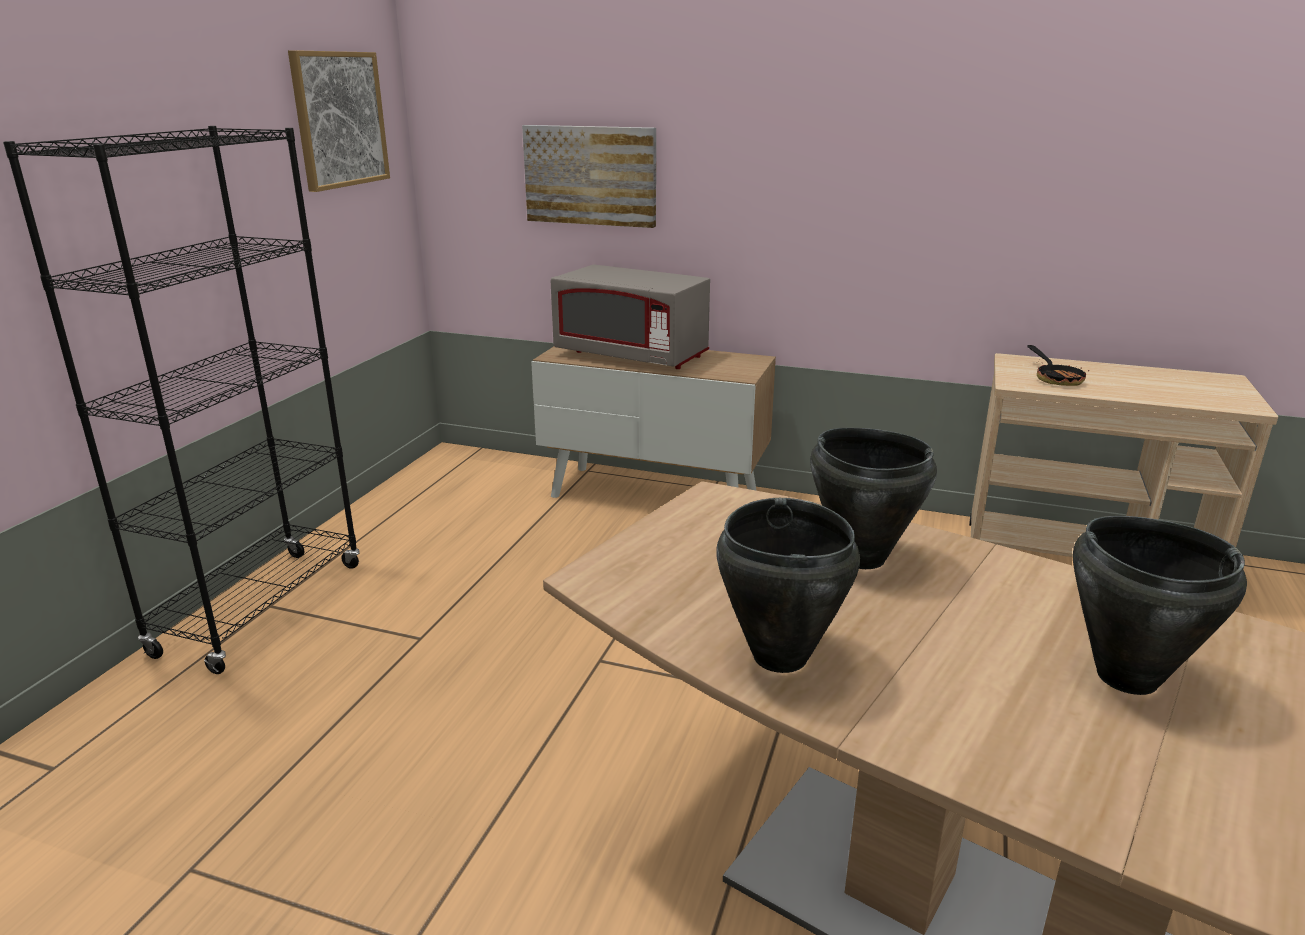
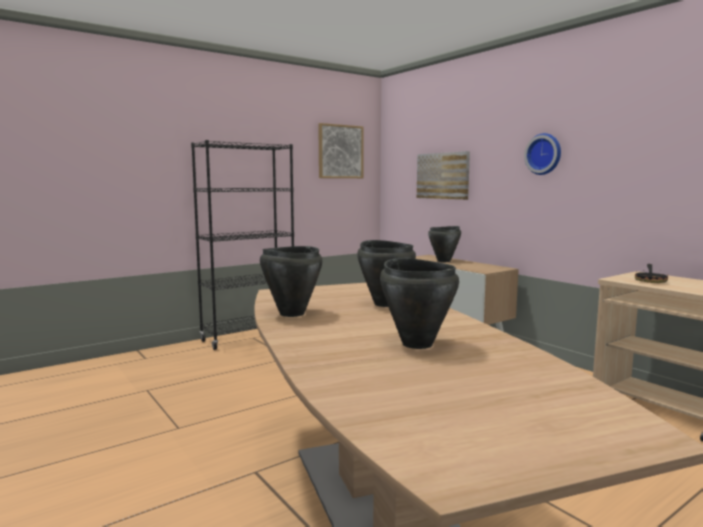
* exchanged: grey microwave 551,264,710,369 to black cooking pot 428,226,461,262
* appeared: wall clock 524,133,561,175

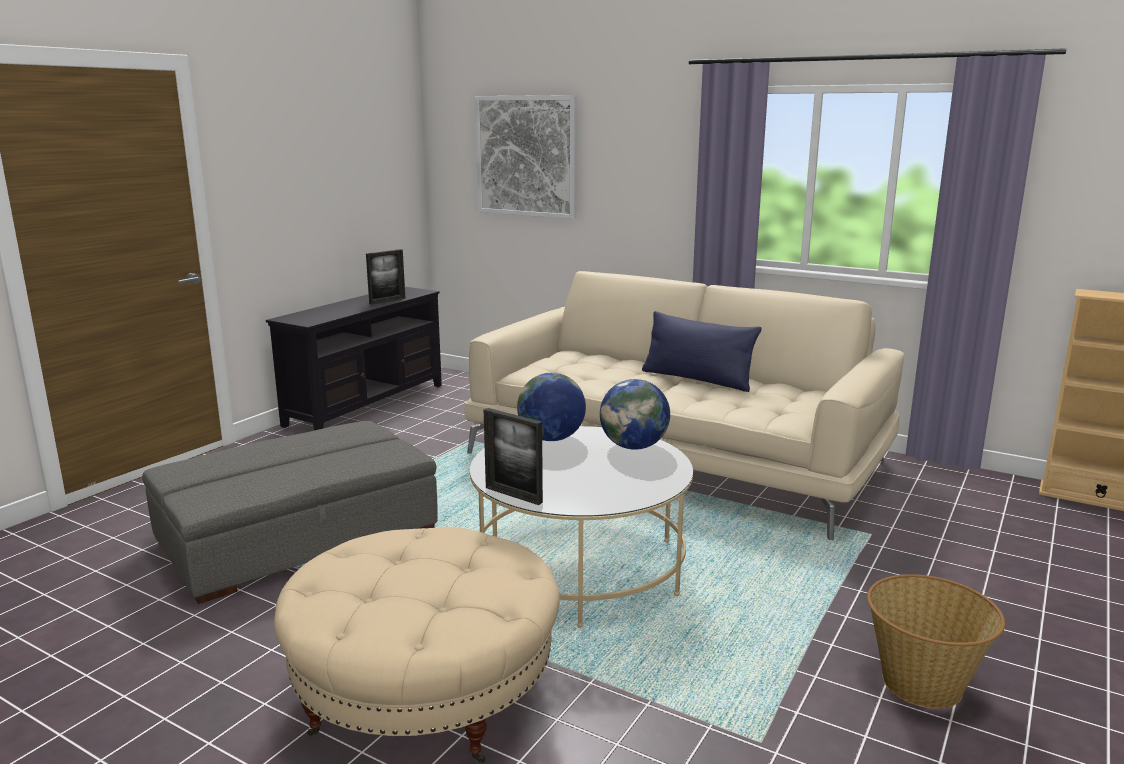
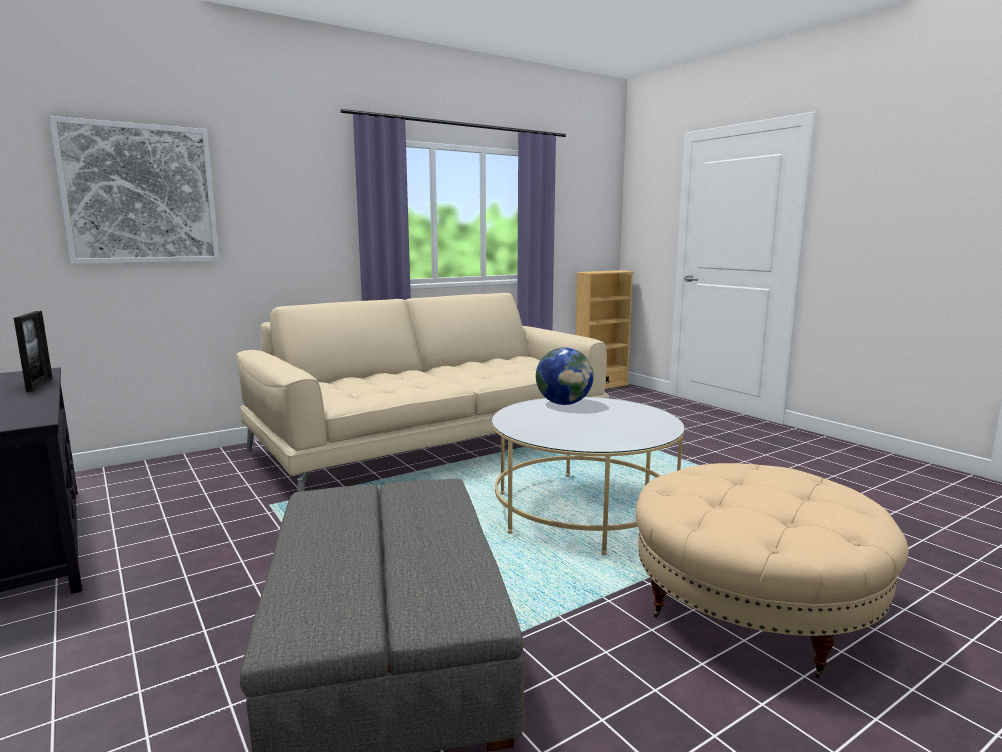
* missing: blue pillow 642,311,761,392
* missing: globe 517,373,586,441
* missing: picture frame 484,408,543,505
* missing: basket 867,574,1005,709

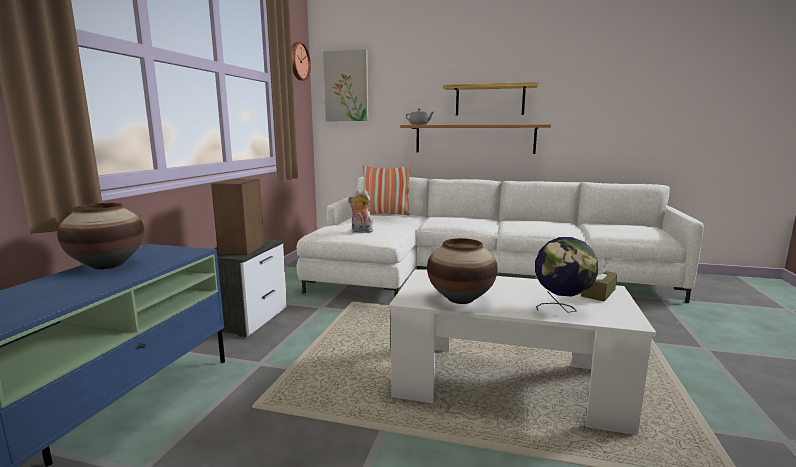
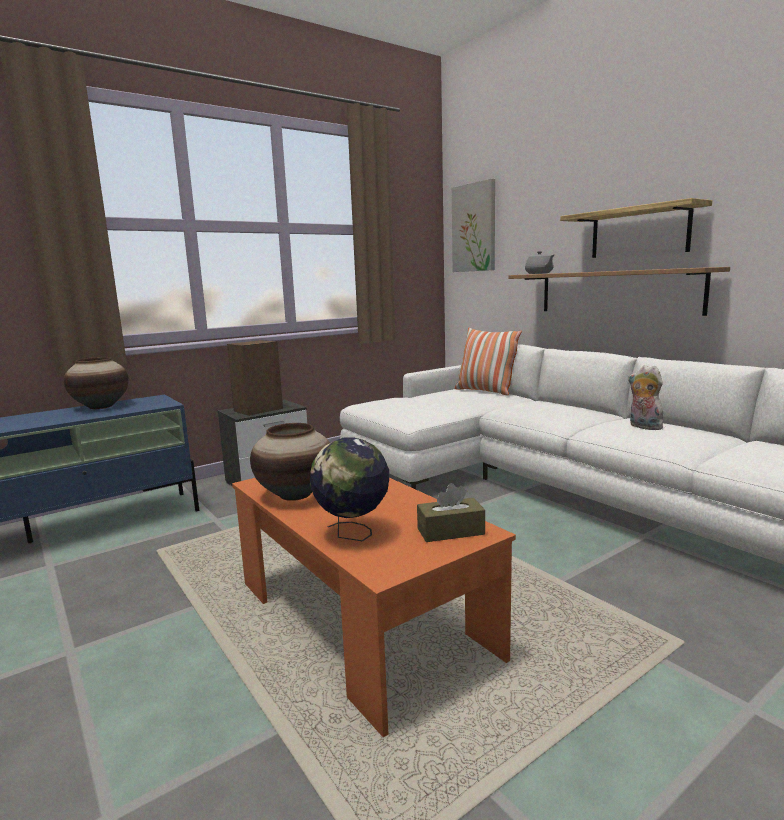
* missing: wall clock 292,42,311,81
* relocated: plush toy 348,190,373,233 to 628,365,667,430
* colour: white coffee table 389,269,656,435 to orange coffee table 232,478,516,737

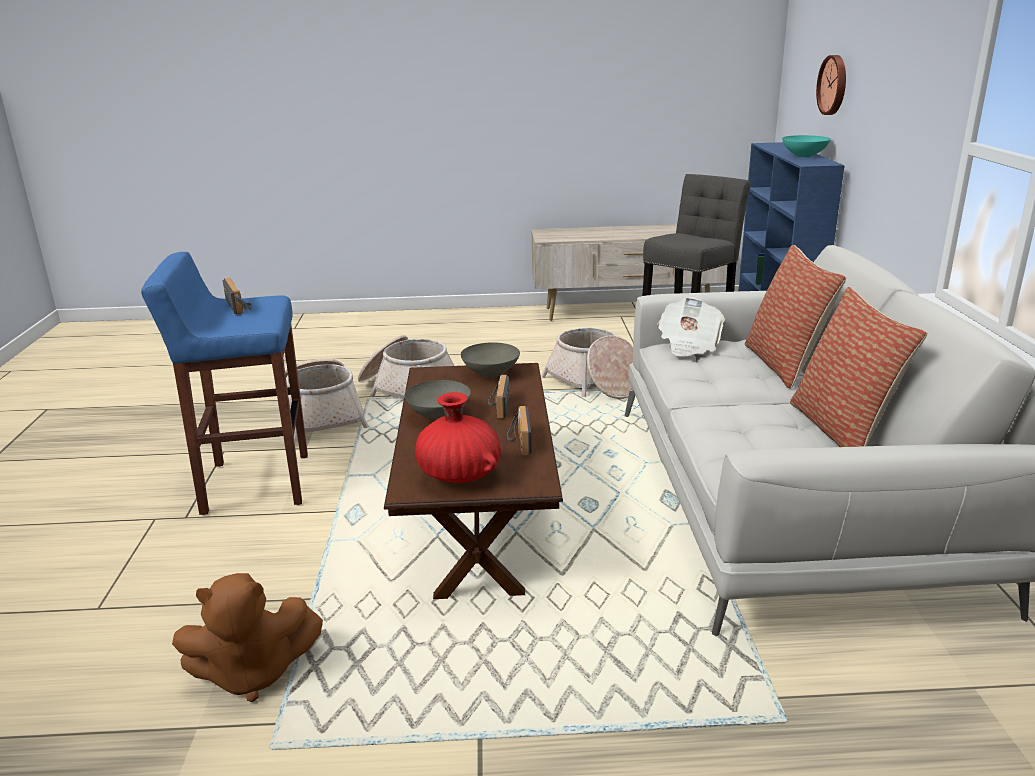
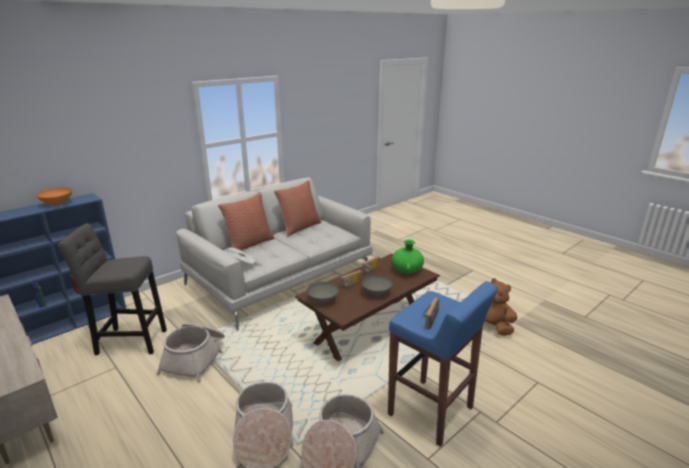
* missing: wall clock 816,55,846,115
* colour: turquoise bowl 782,135,831,158 to orange bowl 36,188,72,205
* colour: red vase 415,392,501,483 to green vase 392,239,424,274

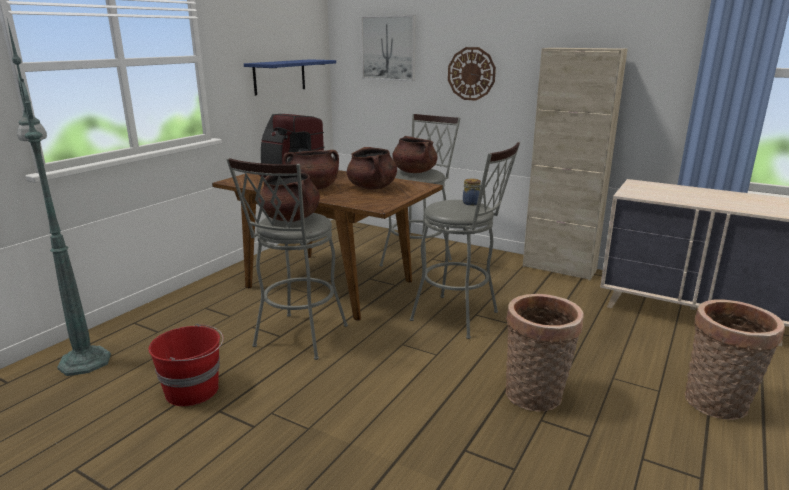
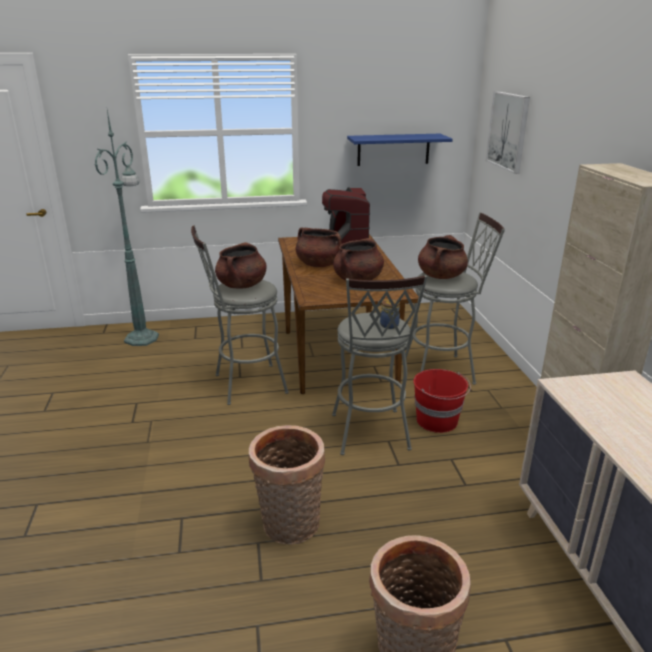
* missing: wall clock 448,47,496,101
* relocated: red bucket 149,324,224,406 to 413,369,471,433

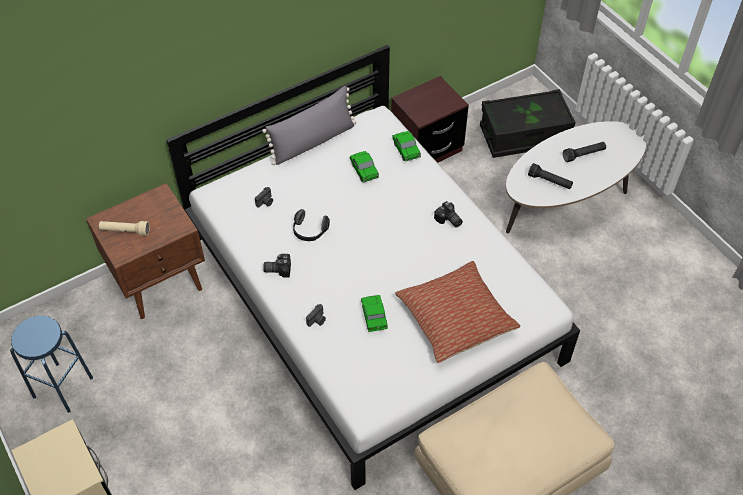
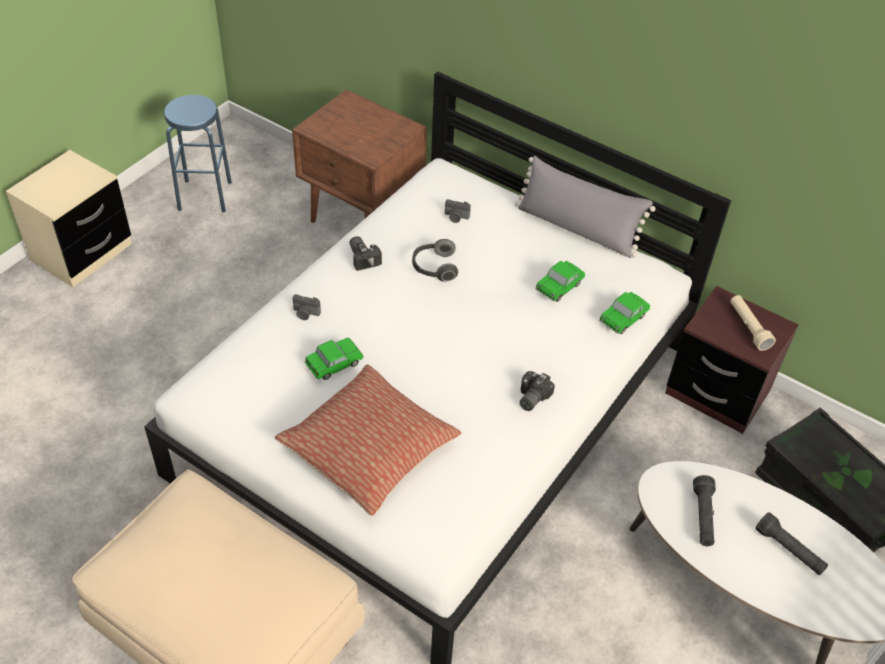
* relocated: beige flashlight 99,221,150,236 to 730,295,776,351

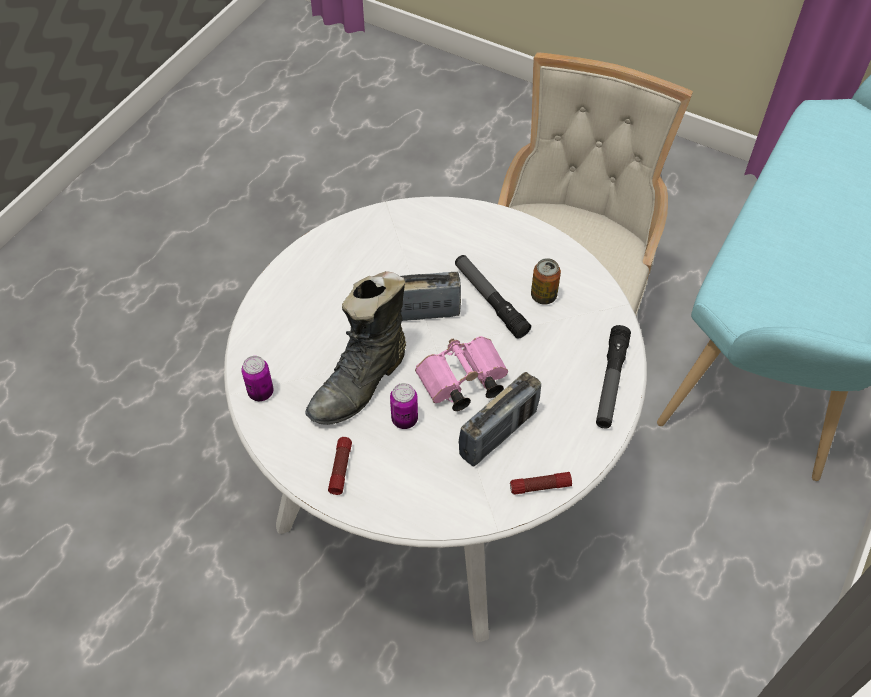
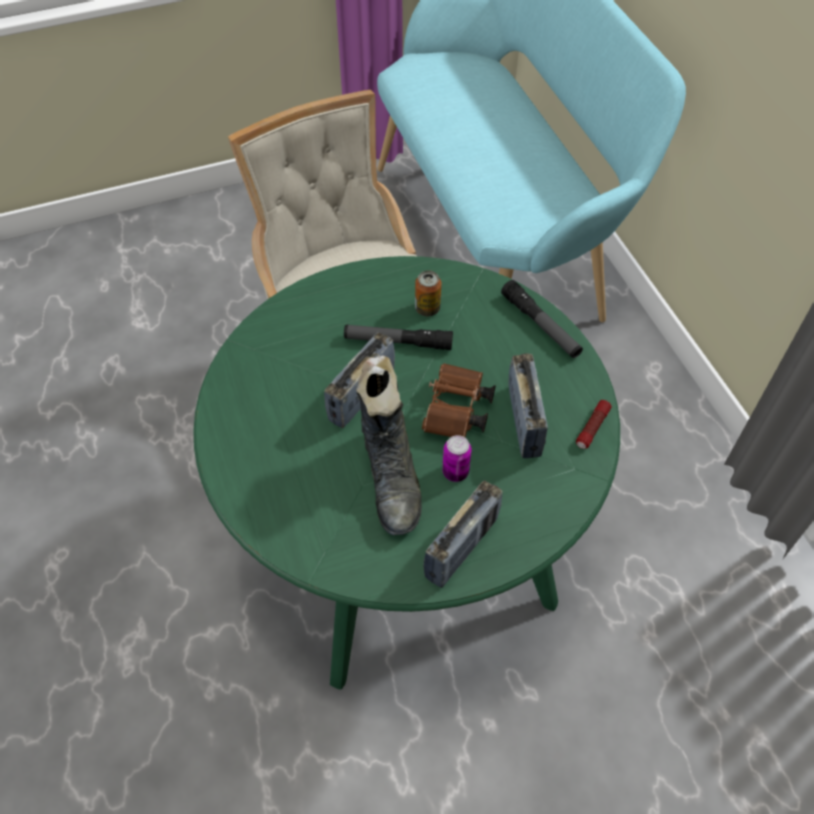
* colour: white dining table 224,197,647,642 to green dining table 193,256,620,690
* colour: pink binoculars 415,336,508,411 to brown binoculars 422,363,496,437
* missing: can 241,356,274,401
* exchanged: flashlight 328,437,352,495 to radio 423,481,502,588

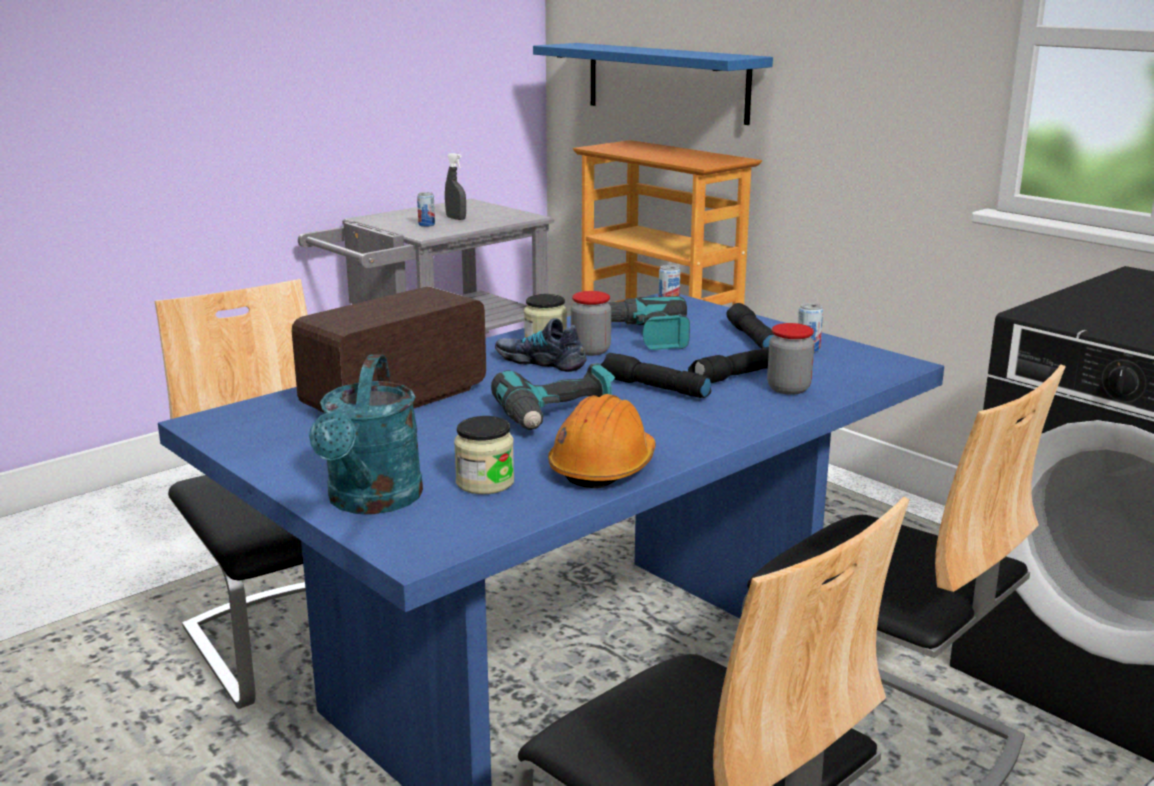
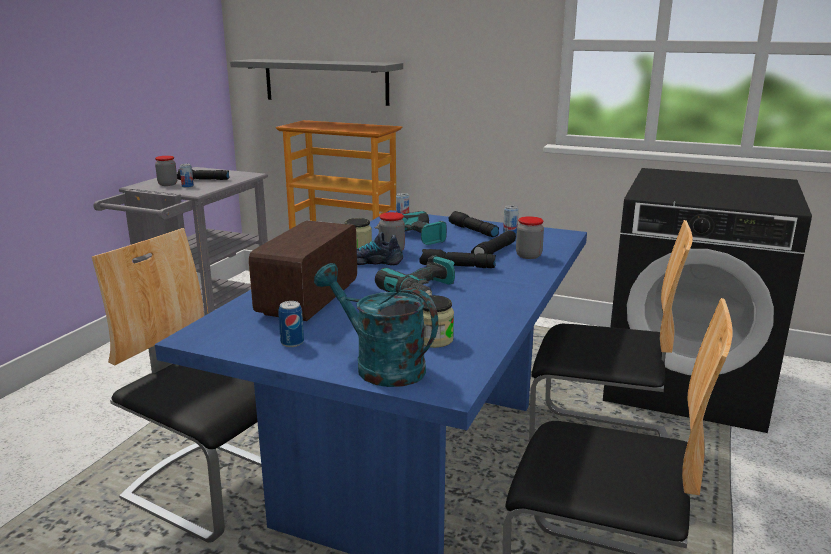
* colour: blue shelf 533,43,773,125 to grey shelf 230,59,403,106
* exchanged: grey spray bottle 445,153,466,220 to black flashlight 177,169,230,180
* spun: turquoise watering can 309,355,423,514 = 314,263,438,387 150 degrees clockwise
* missing: orange hard hat 548,394,656,488
* appeared: jar 155,156,177,186
* appeared: can 278,301,304,347

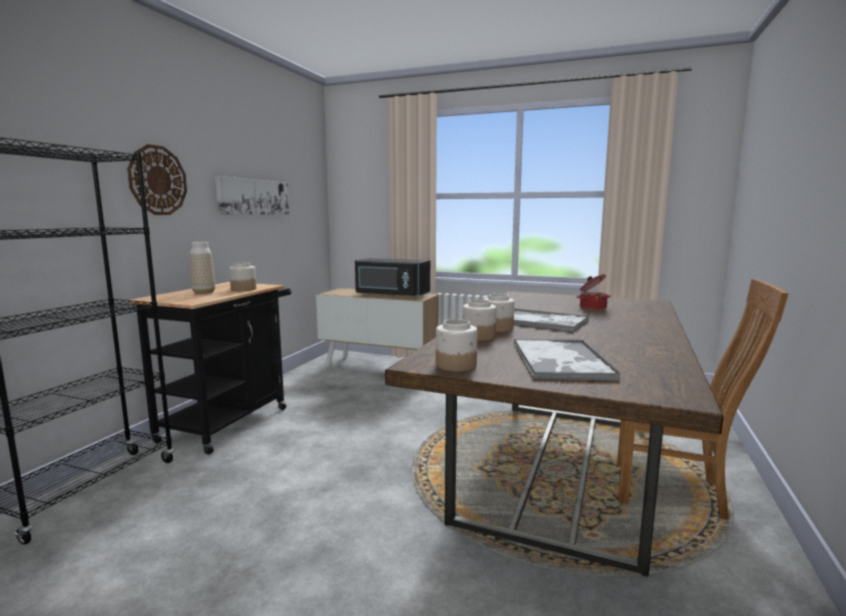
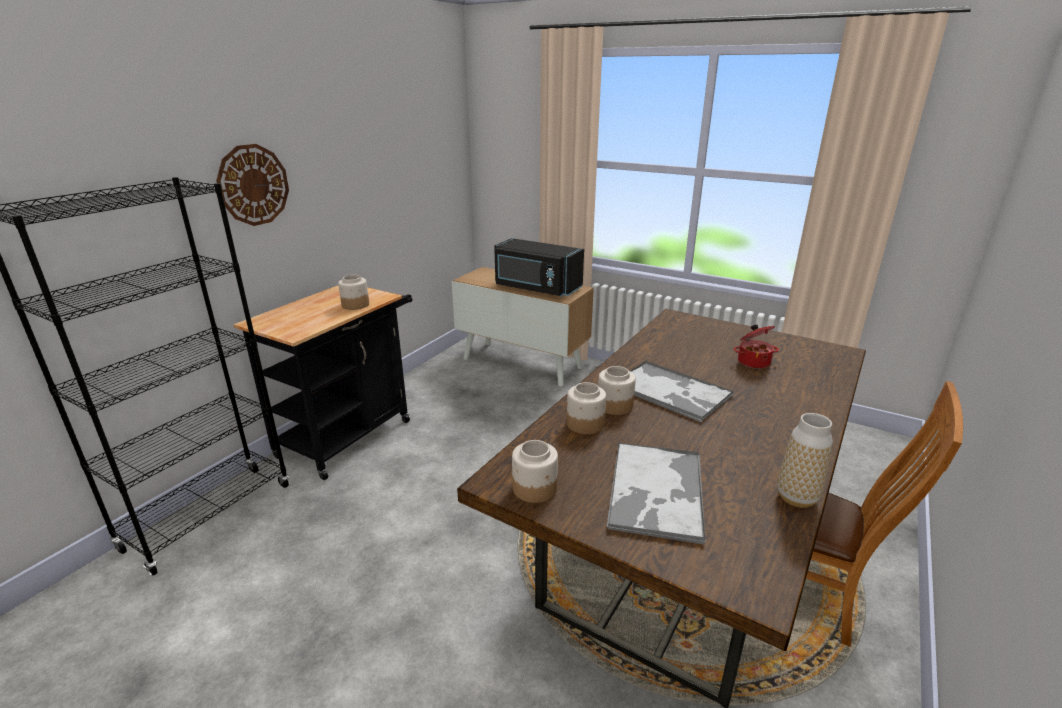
* missing: picture 215,176,289,215
* relocated: vase 190,242,216,294 to 777,413,833,508

